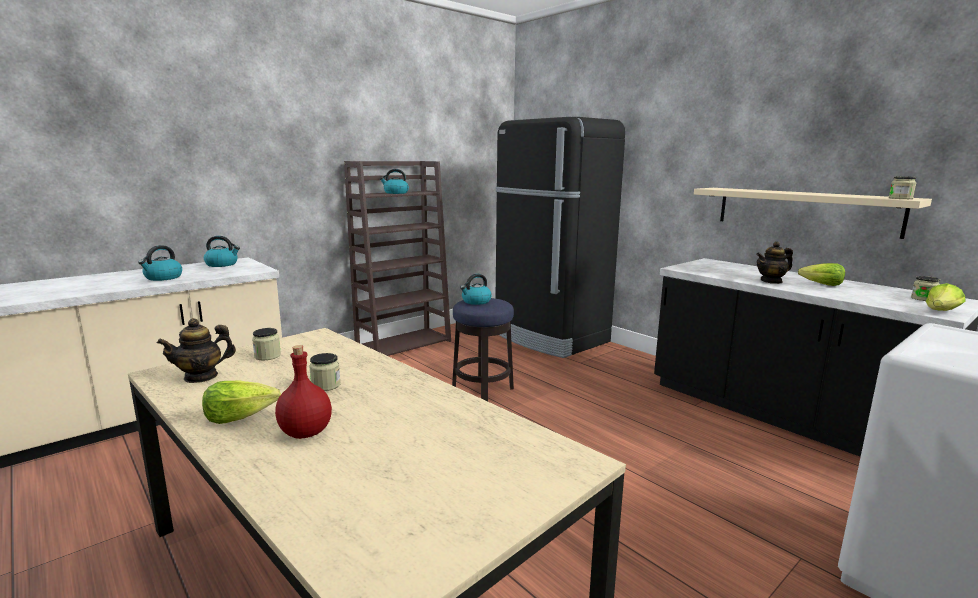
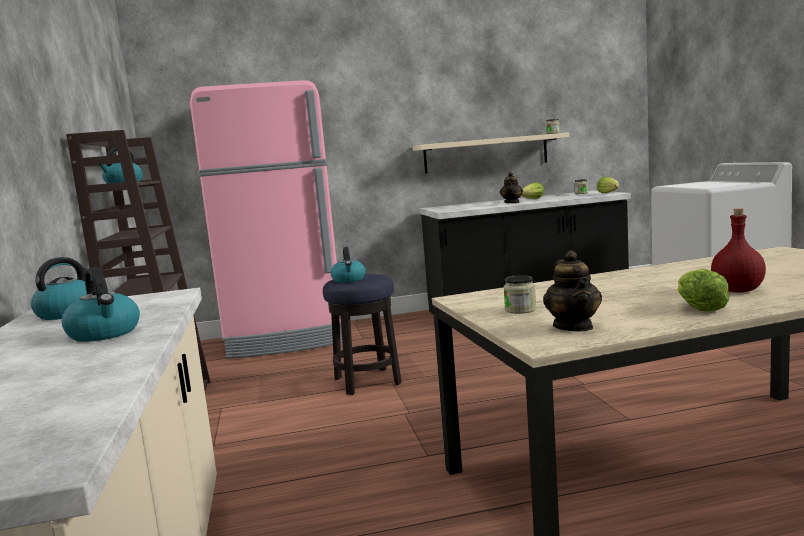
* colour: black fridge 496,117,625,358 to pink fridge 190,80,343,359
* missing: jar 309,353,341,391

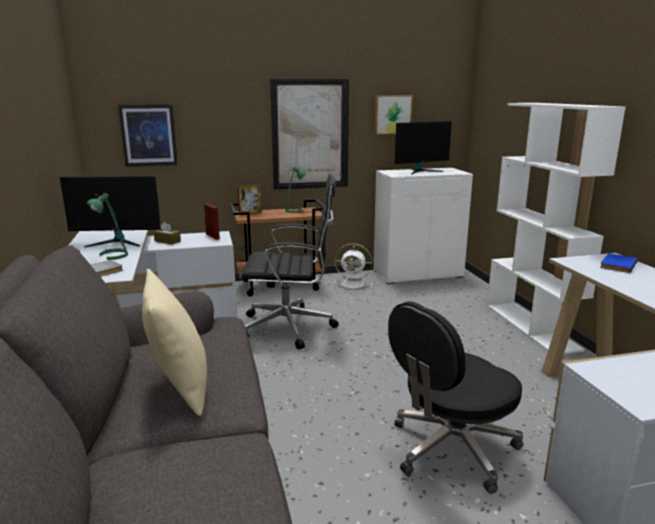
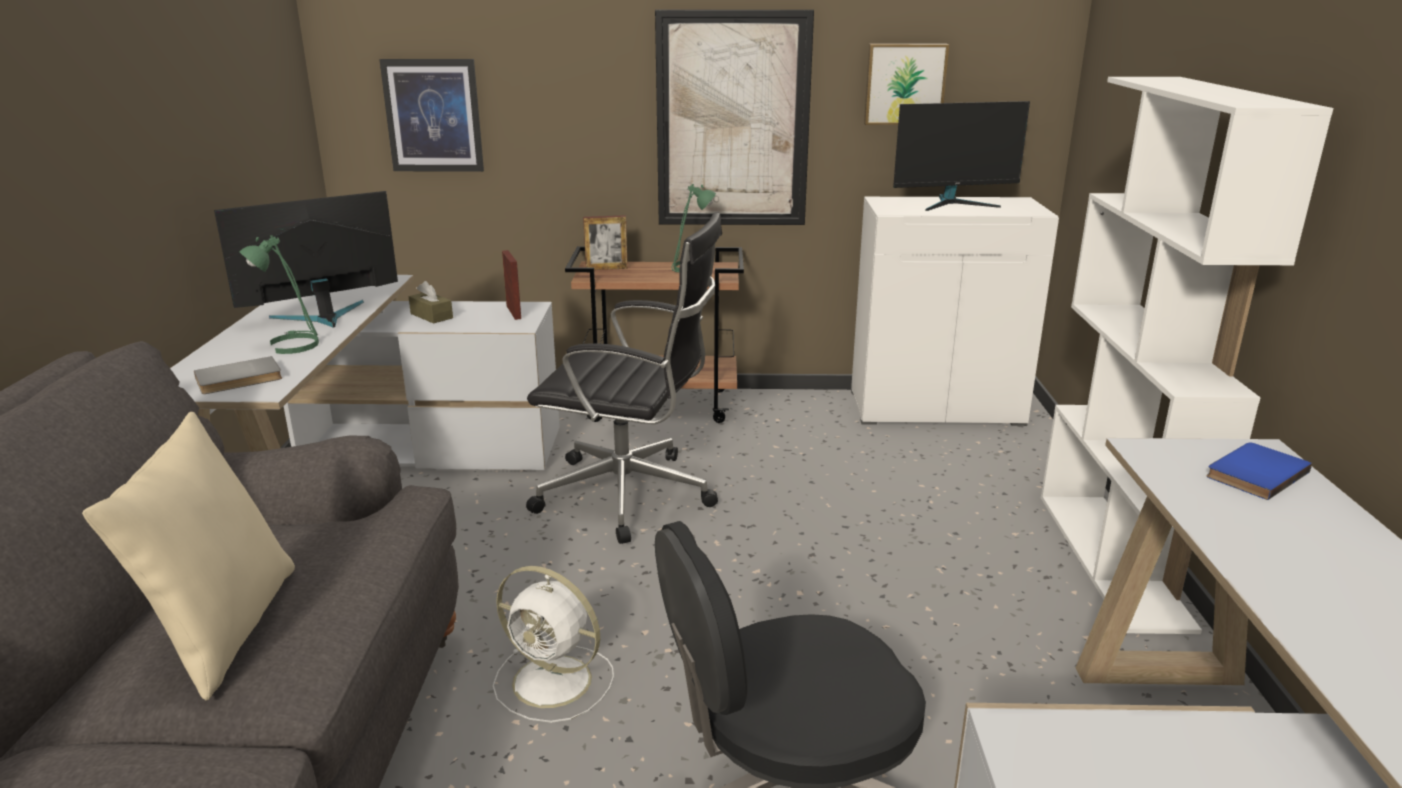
* spun: monitor 60,176,161,248 = 214,191,398,327 135 degrees clockwise
* relocated: white fan 334,243,372,291 to 493,566,614,723

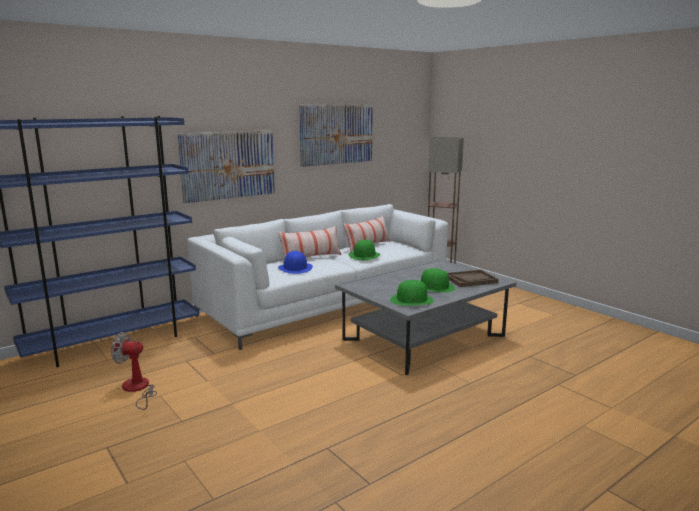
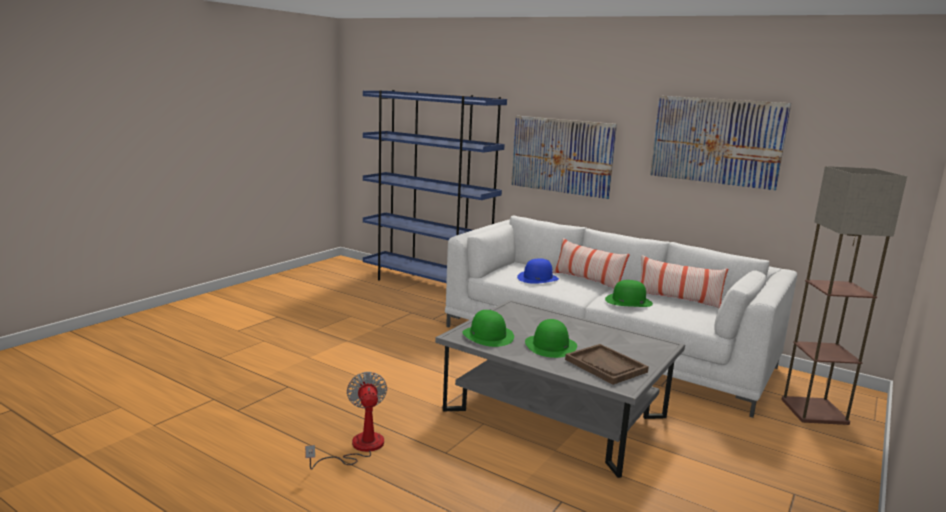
* relocated: fan 111,332,157,410 to 305,372,387,470

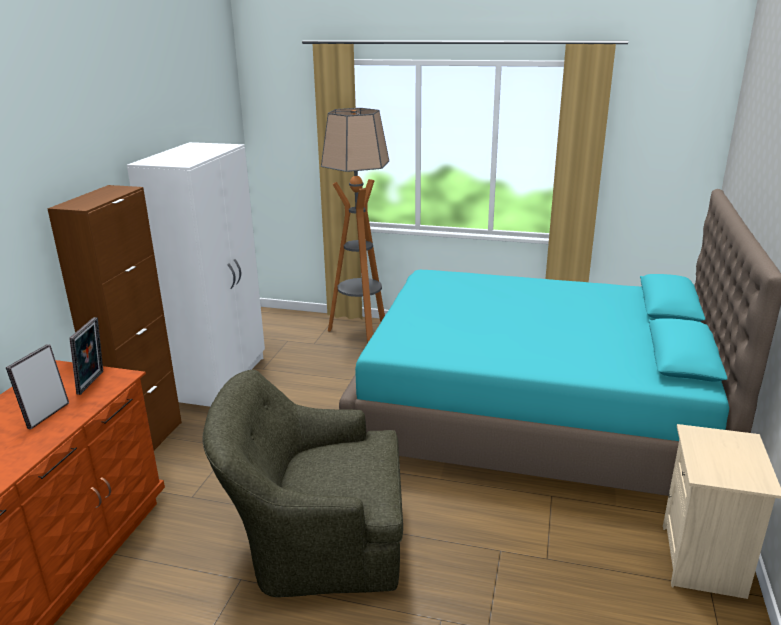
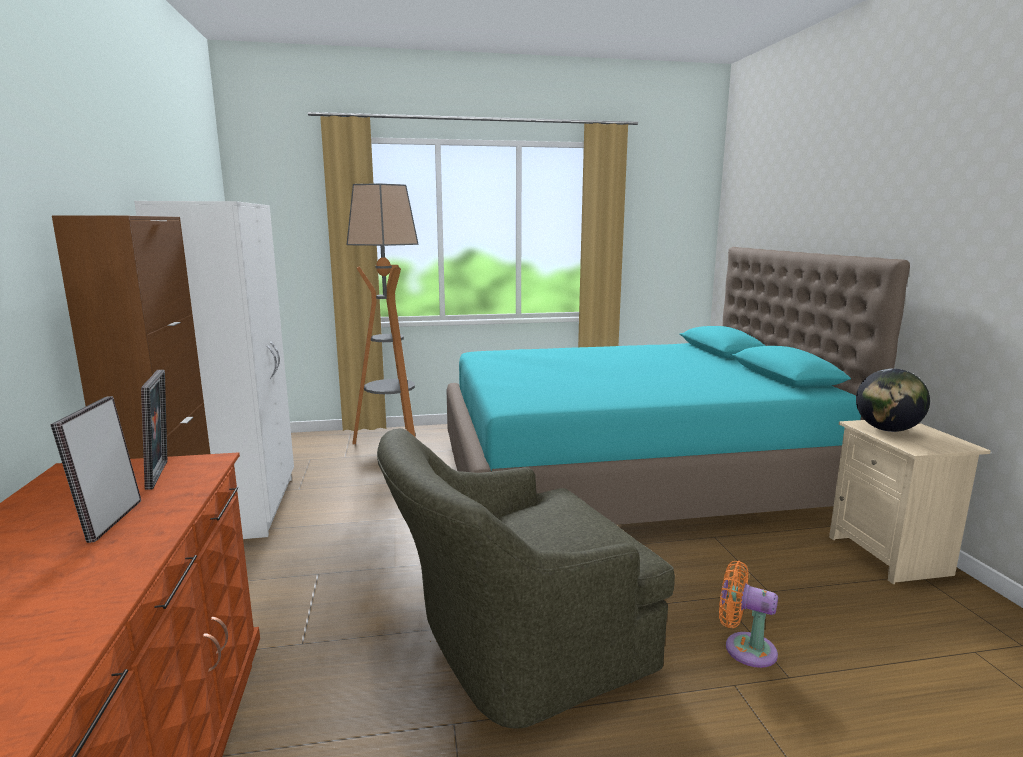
* appeared: globe 856,369,930,432
* appeared: orange fan 719,560,778,668

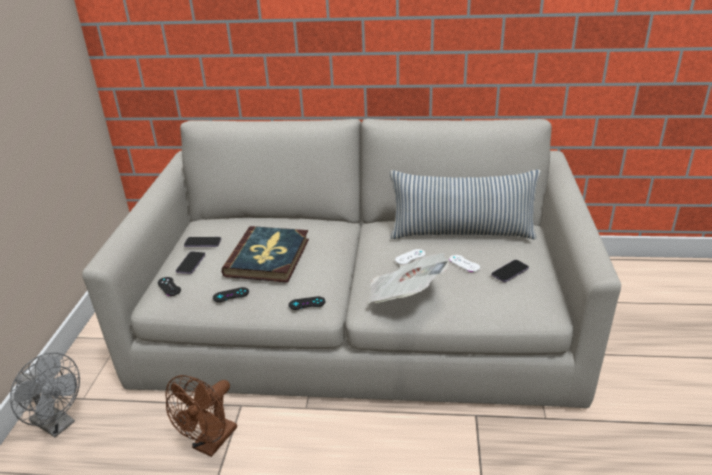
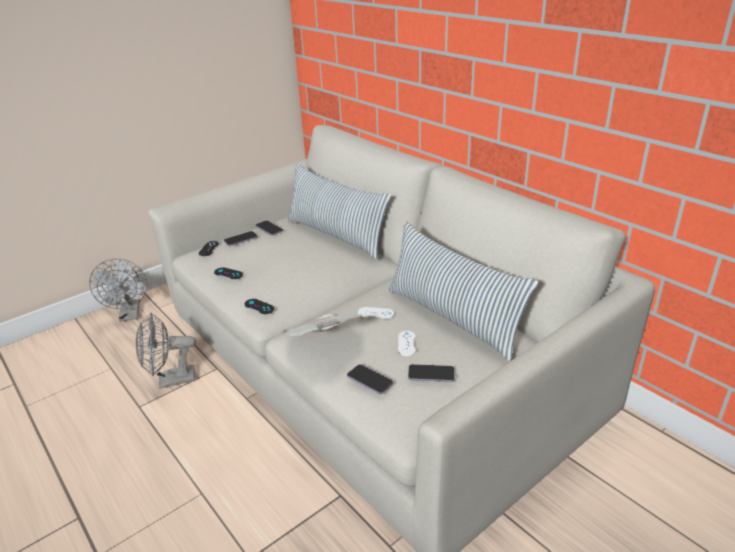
* missing: book 222,226,309,283
* colour: brown fan 166,375,237,457 to grey fan 136,313,196,389
* appeared: pillow 287,163,391,259
* appeared: phone 347,364,393,394

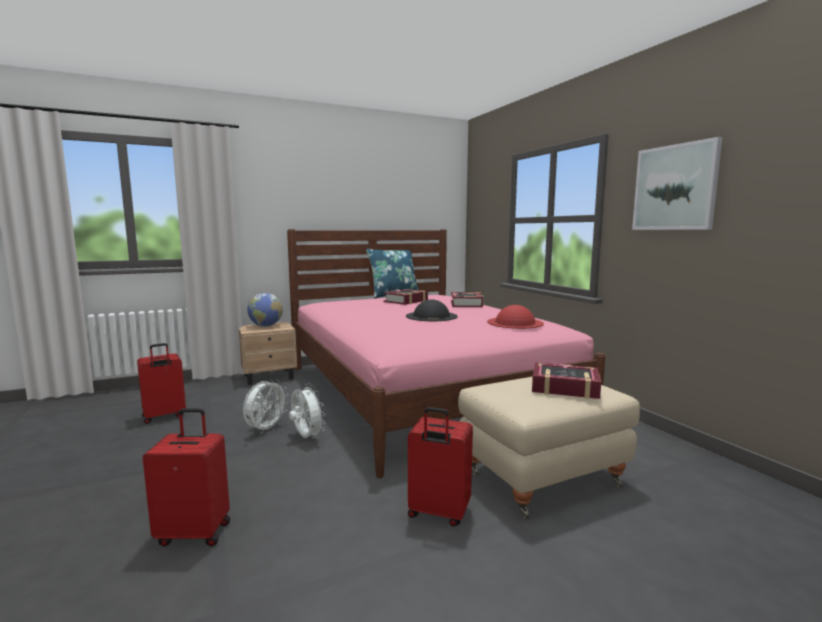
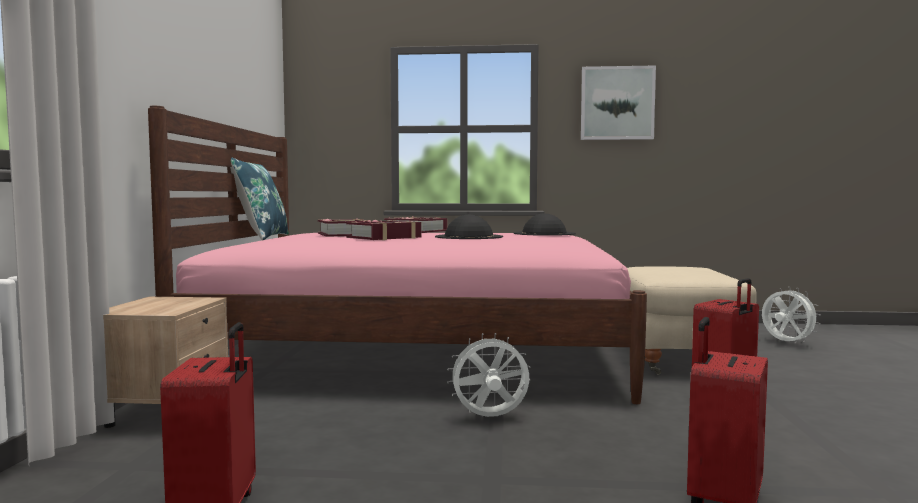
* missing: globe 247,293,283,327
* colour: red hat 487,305,544,329 to black hat 513,213,576,236
* relocated: book 532,362,601,399 to 346,220,422,240
* relocated: white fan 243,379,289,433 to 762,287,821,344

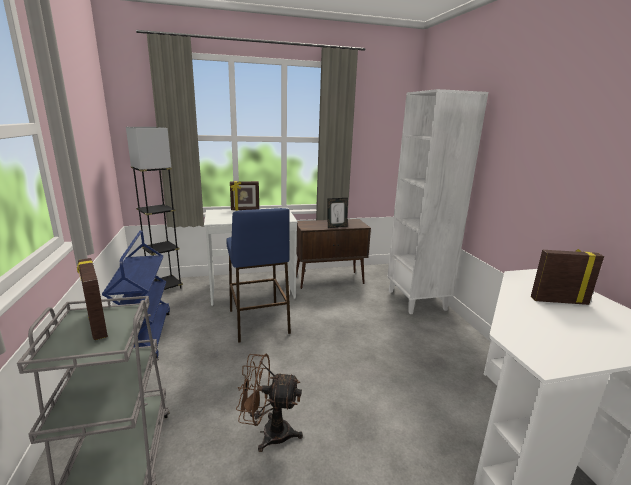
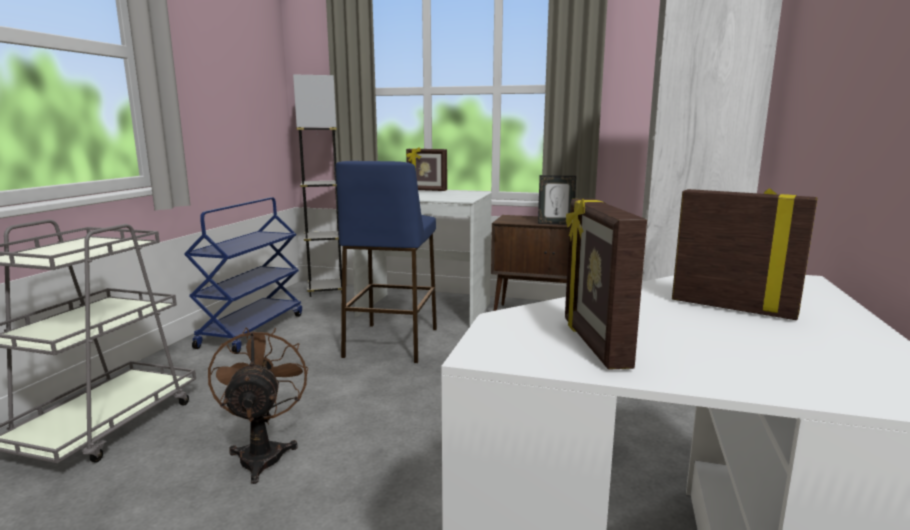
* relocated: picture frame 77,258,108,340 to 565,199,647,370
* spun: brown fan 236,354,303,452 = 208,328,308,484 45 degrees clockwise

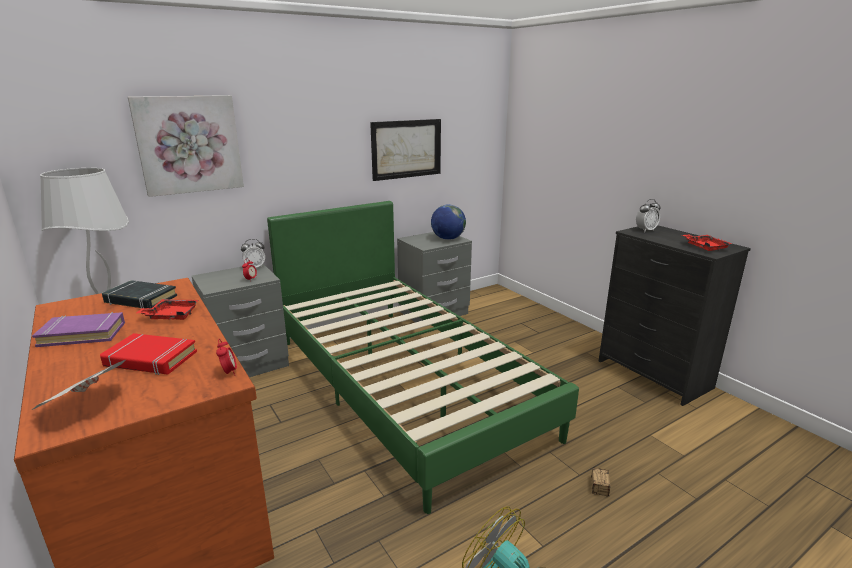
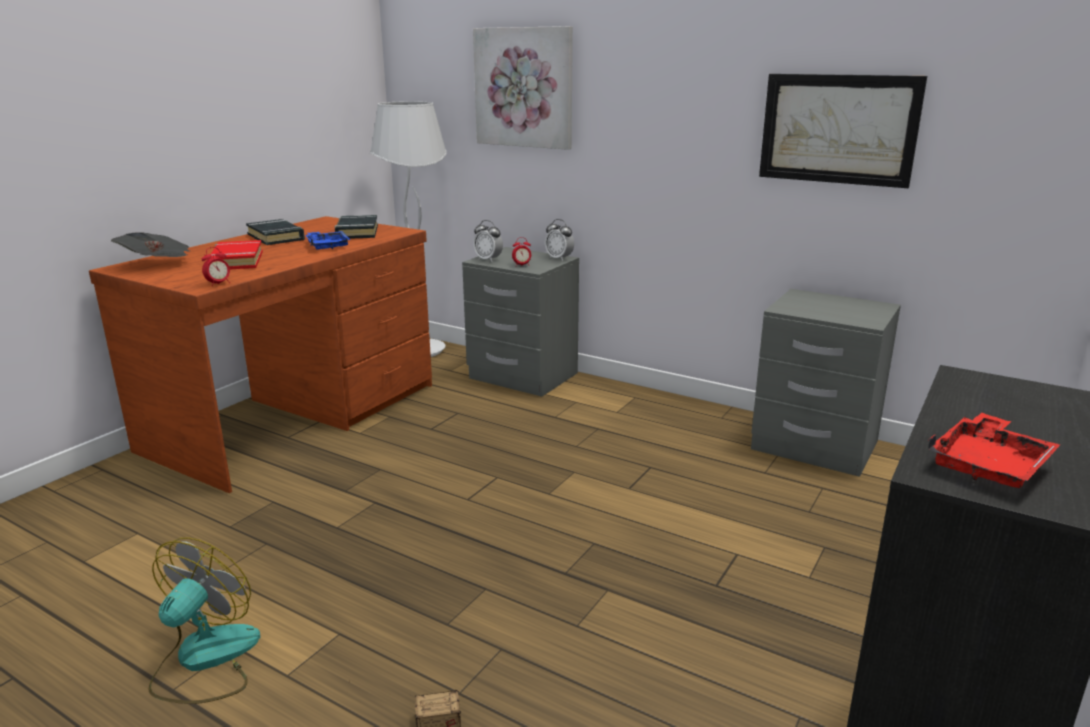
* relocated: alarm clock 636,199,661,232 to 473,220,503,262
* missing: green bed 267,201,579,514
* missing: globe 431,204,466,240
* colour: red tray 136,299,199,320 to blue tray 306,231,351,249
* colour: purple book 32,312,125,347 to black book 246,219,305,245

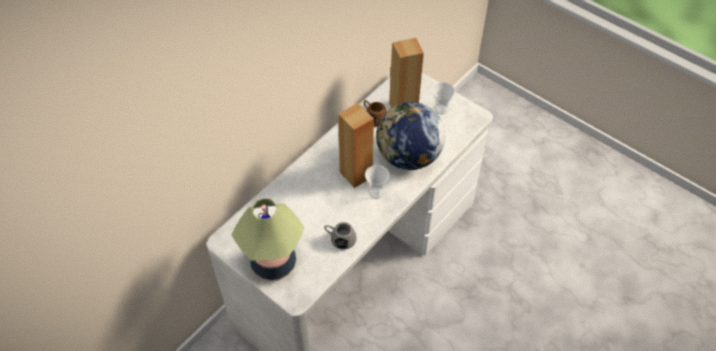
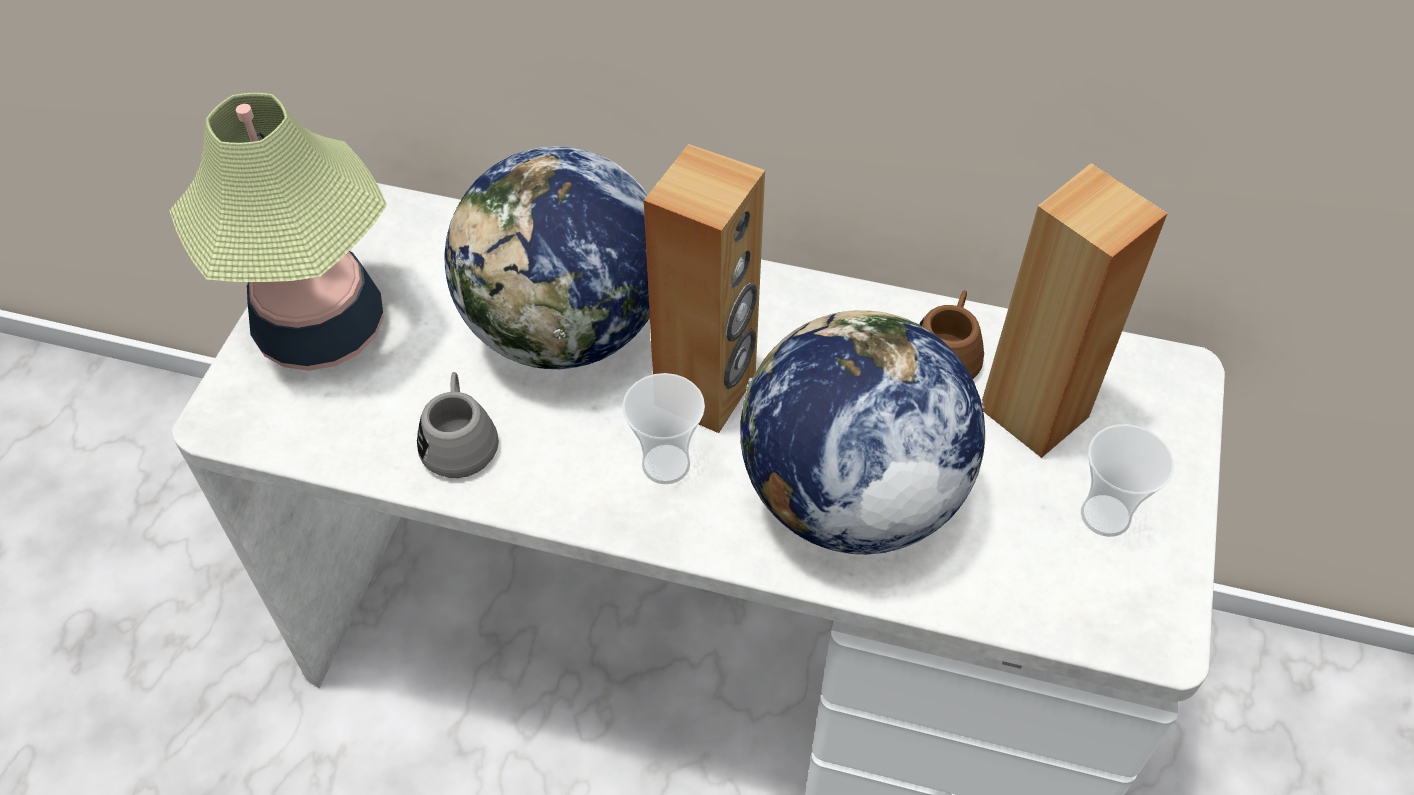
* appeared: globe 444,146,650,369

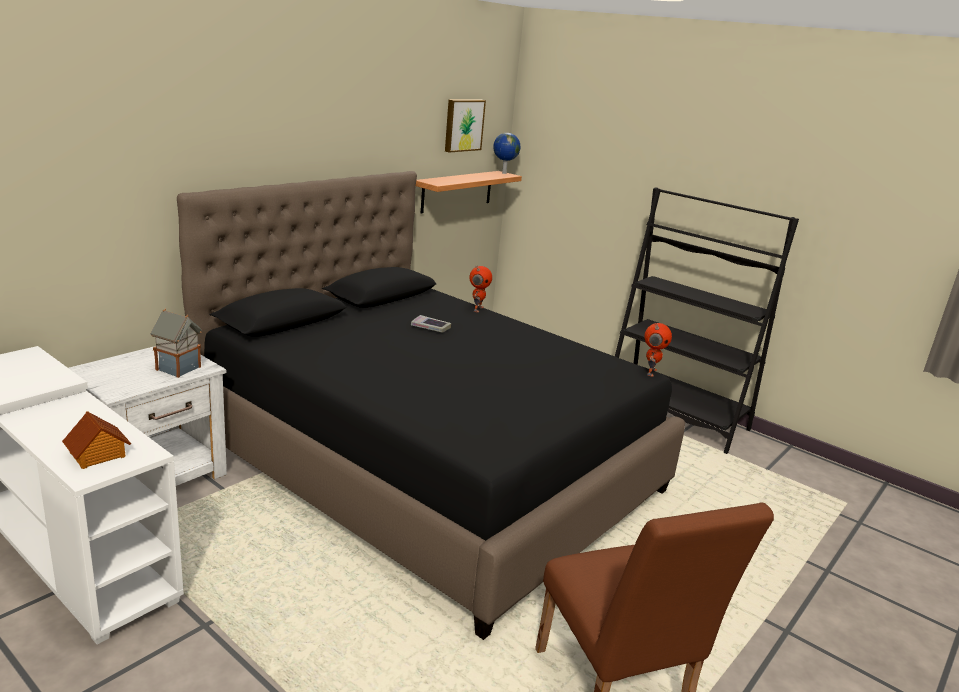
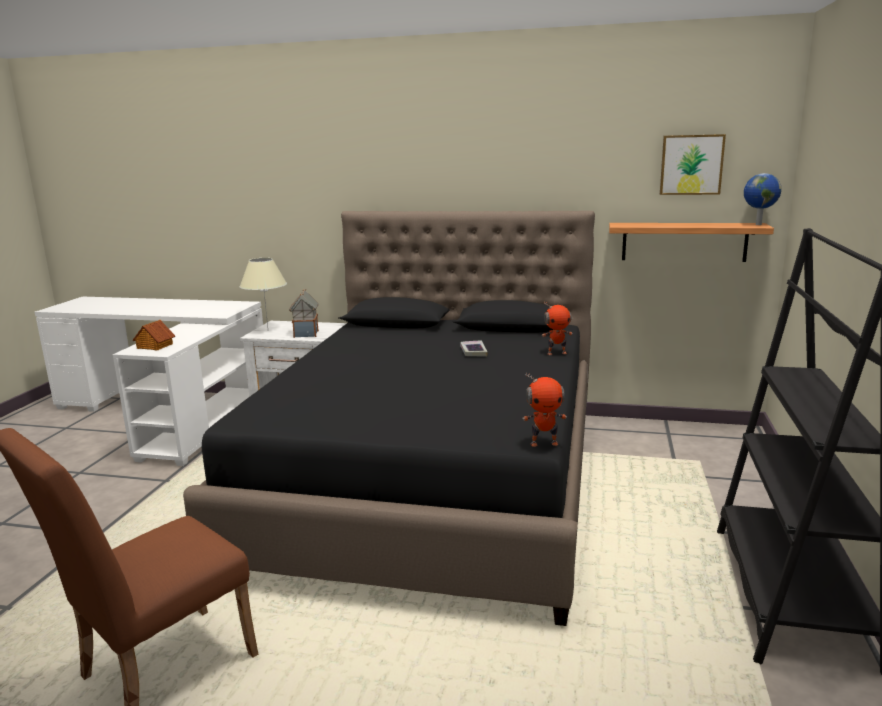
* appeared: beige table lamp 240,258,287,327

